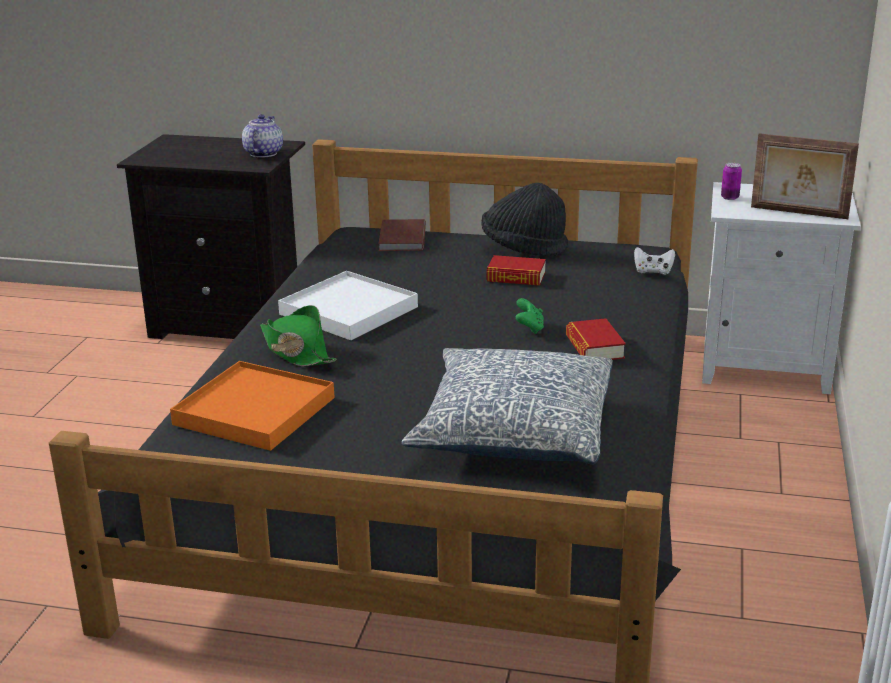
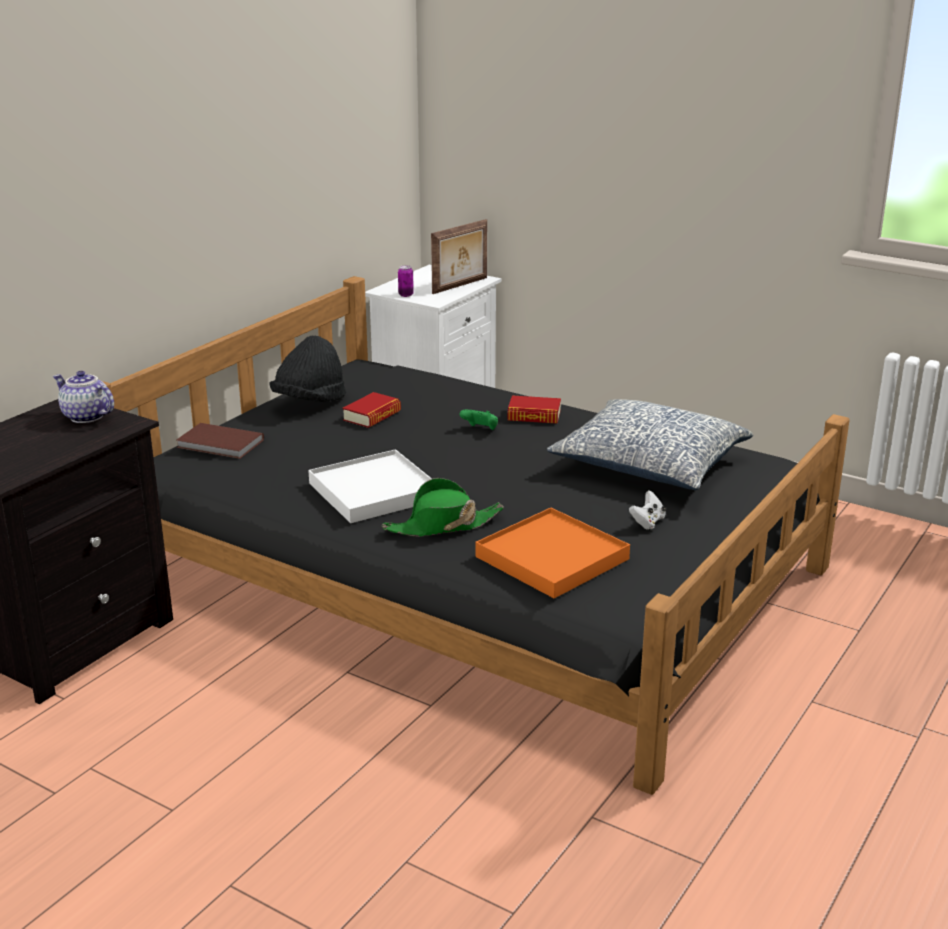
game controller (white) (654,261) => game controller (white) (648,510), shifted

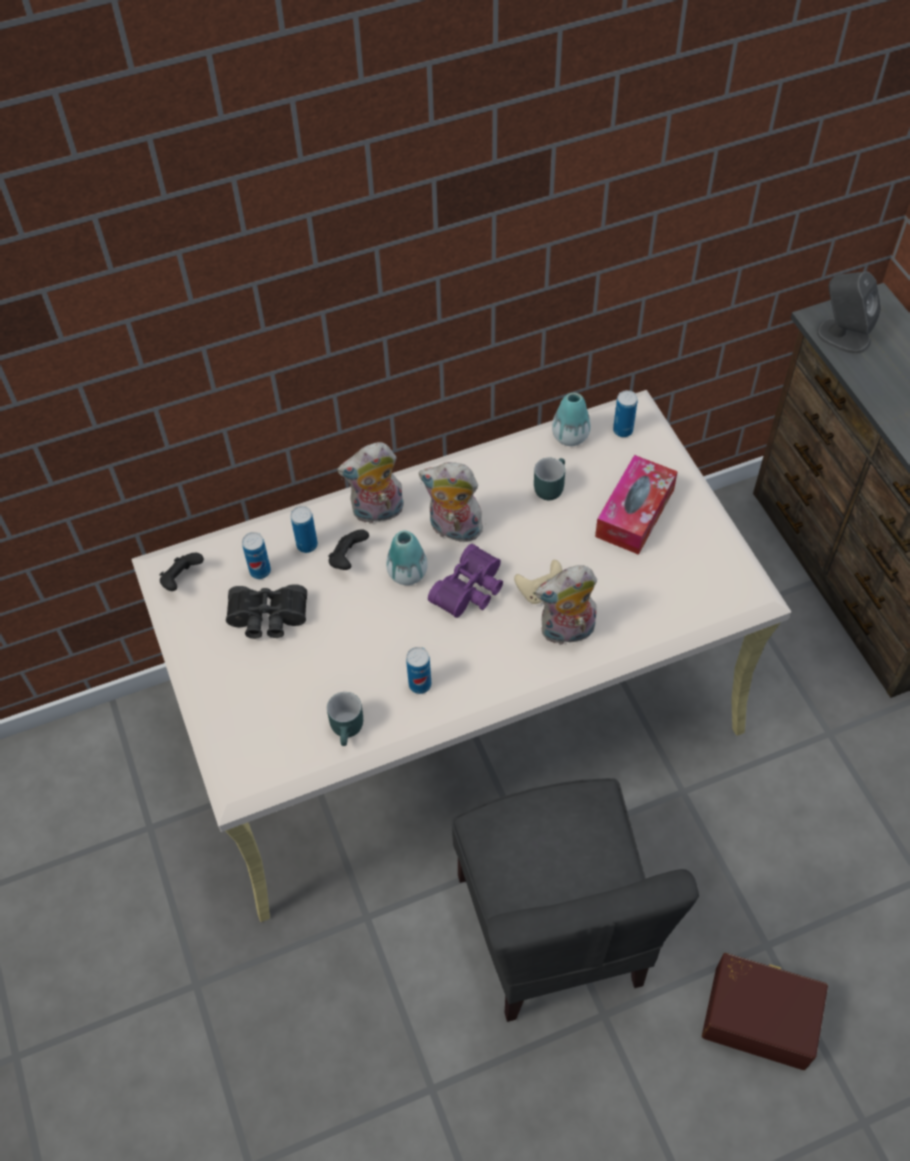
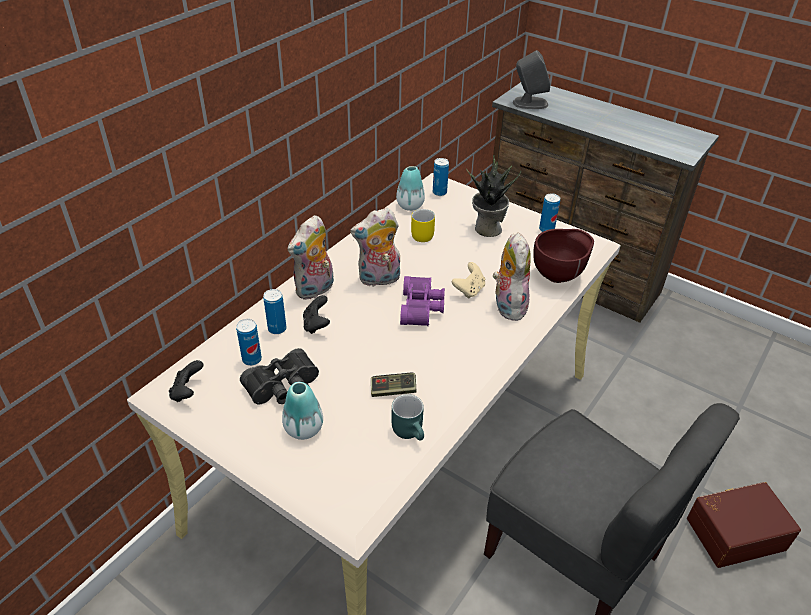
tissue box (636,505) => potted plant (493,196)
mug (turquoise-coloured) (549,479) => mug (yellowish) (423,225)
vase (407,558) => vase (302,411), shifted
cuddly toy (566,605) => cuddly toy (512,276), 135 degrees clockwise
sealed can (418,670) => sealed can (549,212), shifted
nothing => bowl (brownish) (563,256)
nothing => game controller (394,385)

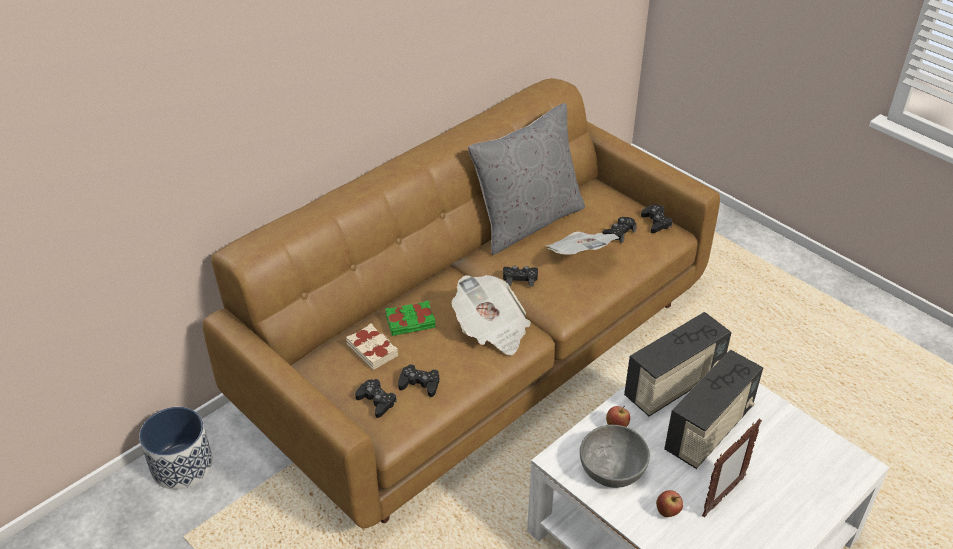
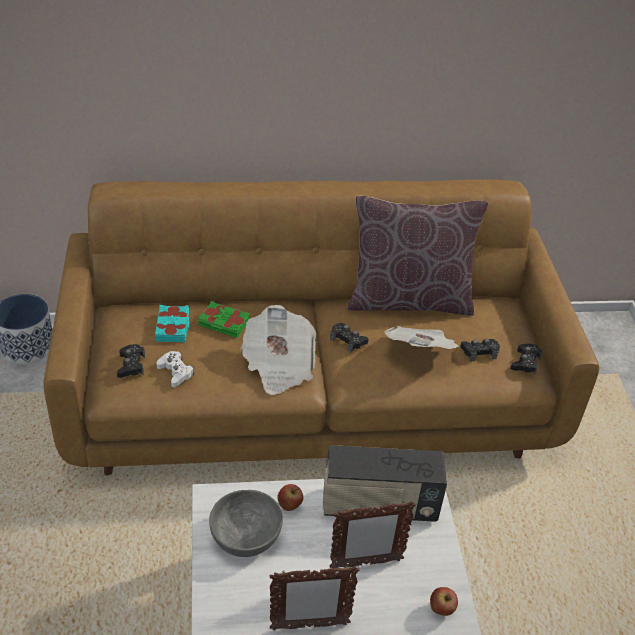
pillow (gray) (526,179) => pillow (brownish) (417,256)
bound book (sand-coloured) (372,347) => bound book (turquoise-coloured) (172,323)
radio (713,409) => picture frame (373,534)
game controller (blackish) (419,380) => game controller (white) (175,369)
apple (669,503) => apple (444,601), shifted

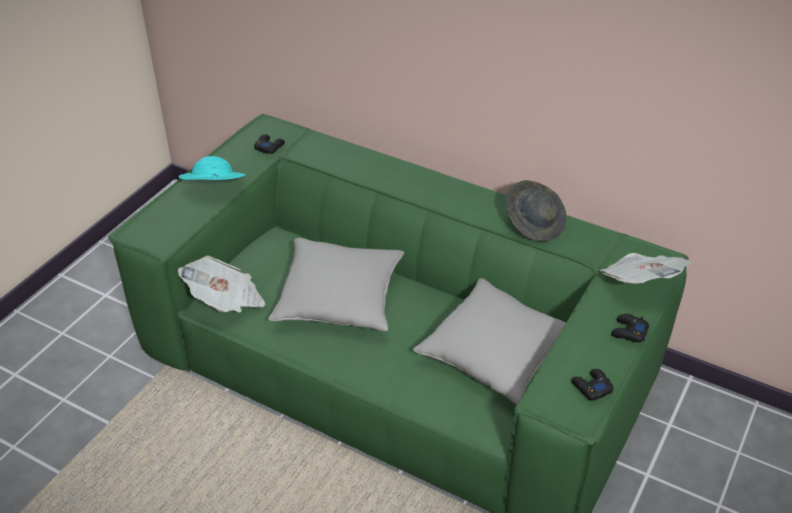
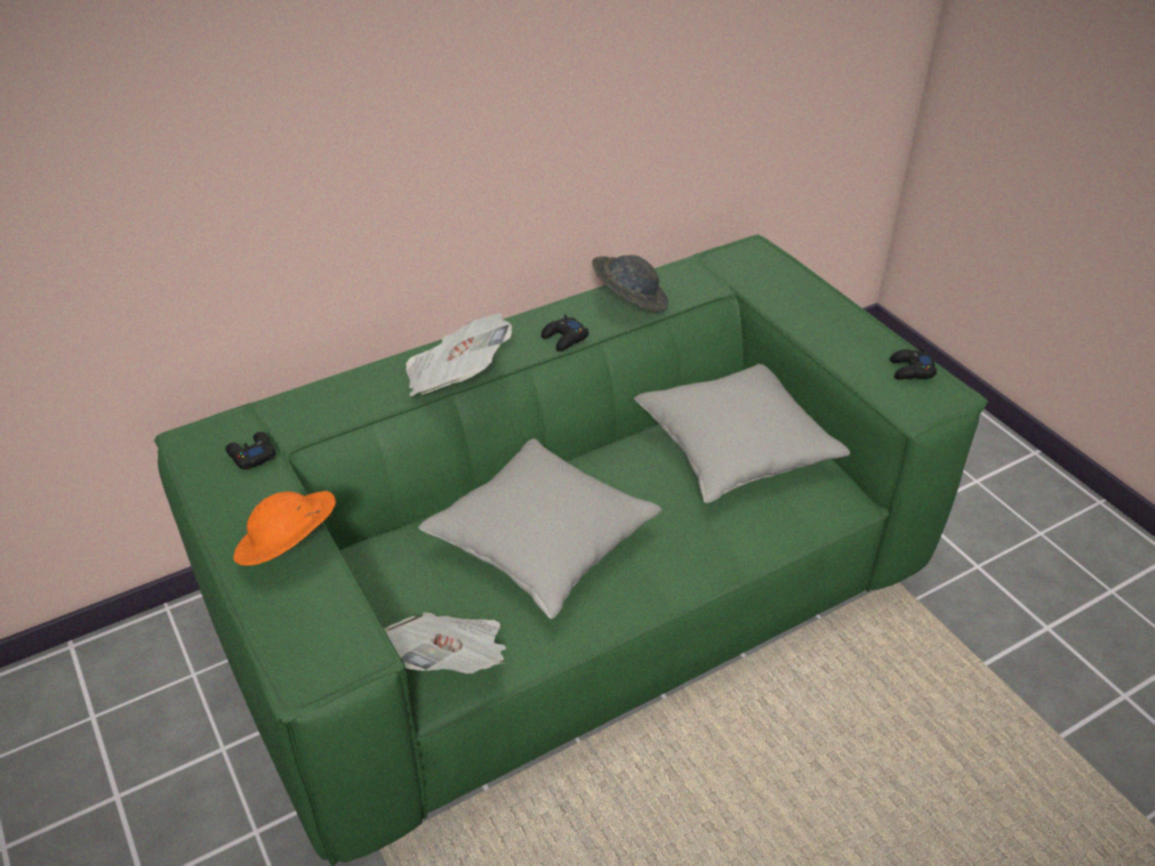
clothing hat (turquoise-coloured) (212,168) => clothing hat (orangey) (284,528)
printed paper (645,268) => printed paper (459,355), shifted
game controller (blackish) (630,328) => game controller (blackish) (565,333), shifted

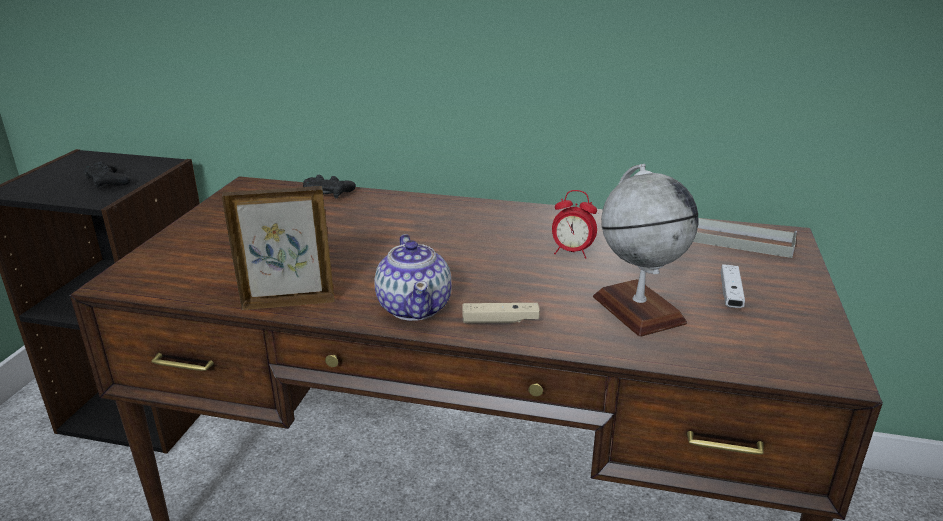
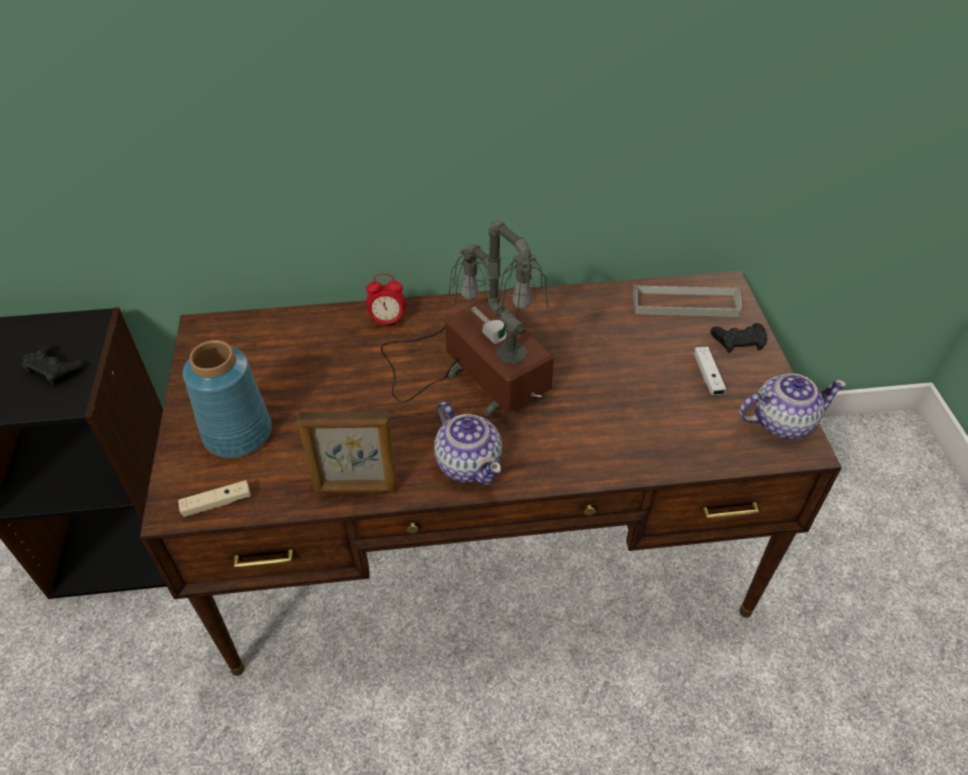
globe (645,250) => nothing
game controller (blackish) (329,187) => game controller (blackish) (738,338), shifted
picture frame (278,248) => picture frame (347,452), 150 degrees counterclockwise
table clock (574,224) => table clock (386,300), shifted
game controller (sand-coloured) (501,313) => game controller (sand-coloured) (214,498), shifted
nothing => table lamp (467,318)
nothing => vase (bluish) (227,399)
nothing => teapot (792,406)

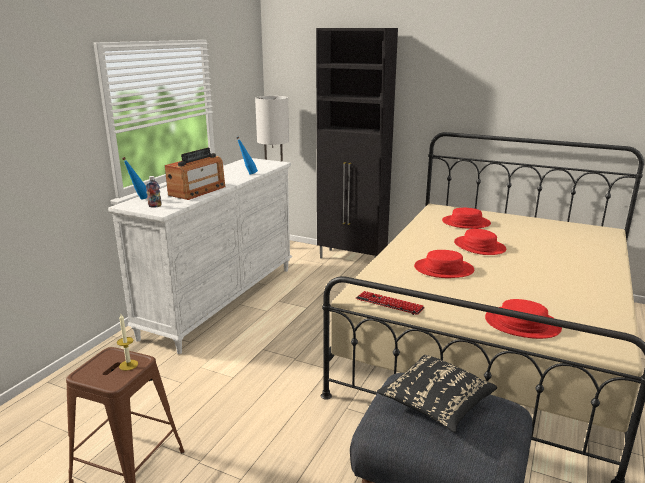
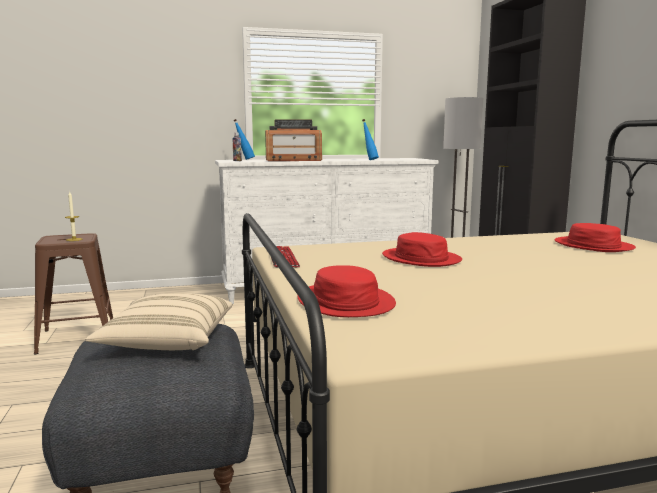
clothing hat (red-coloured) (480,242) => nothing
pillow (blackish) (437,394) => pillow (sand-coloured) (158,321)

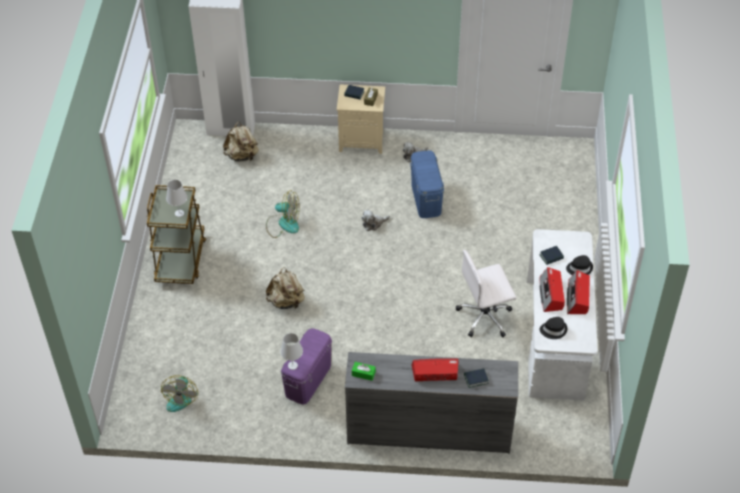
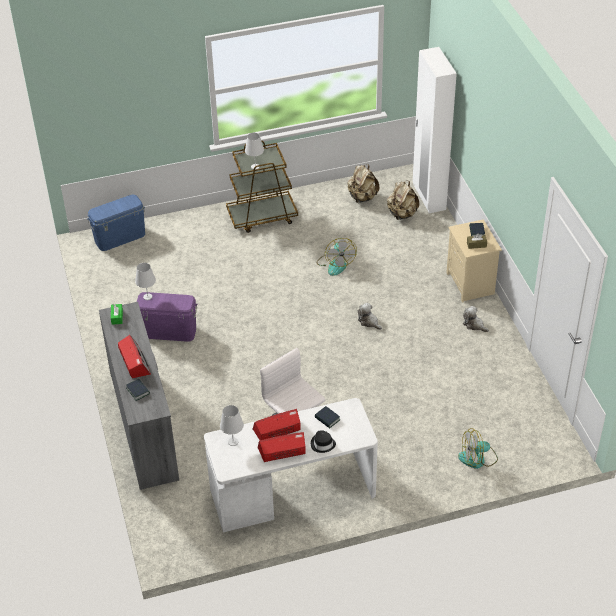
storage bin (bluish) (427,184) => storage bin (bluish) (116,222), shifted
knapsack (sand-coloured) (285,288) => knapsack (sand-coloured) (363,183), shifted
clothing hat (blackish) (553,328) => table lamp (white) (232,425)
cooling fan (179,393) => cooling fan (478,448), shifted

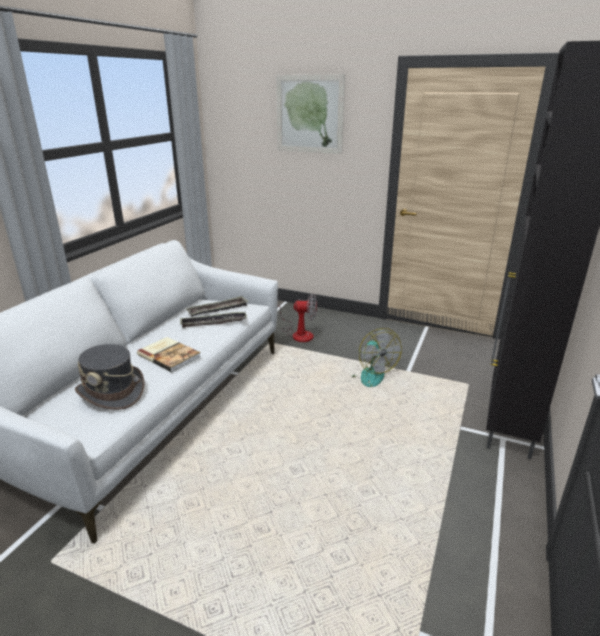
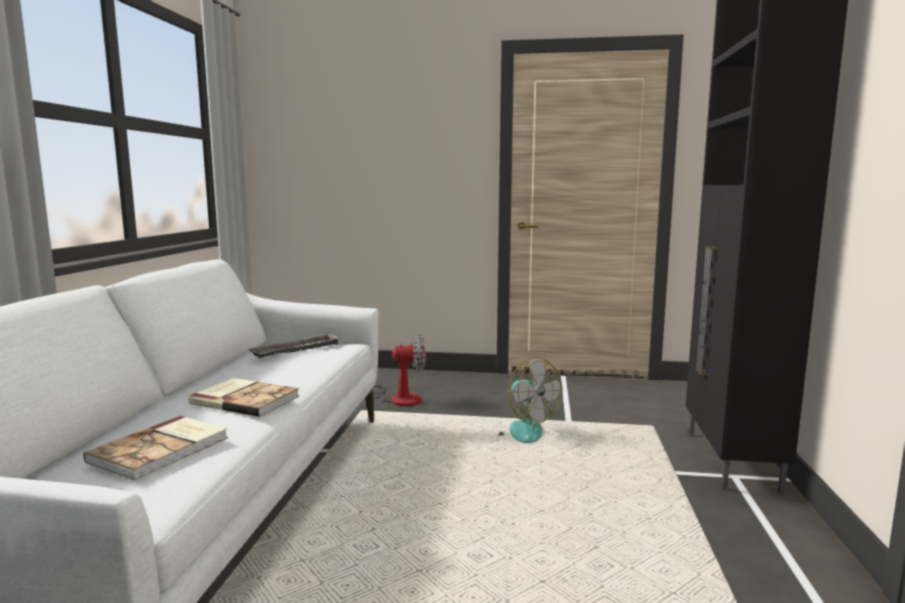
picture (310,114) => nothing
serving tray (213,320) => nothing
clothing hat (gray) (110,377) => bound book (156,448)

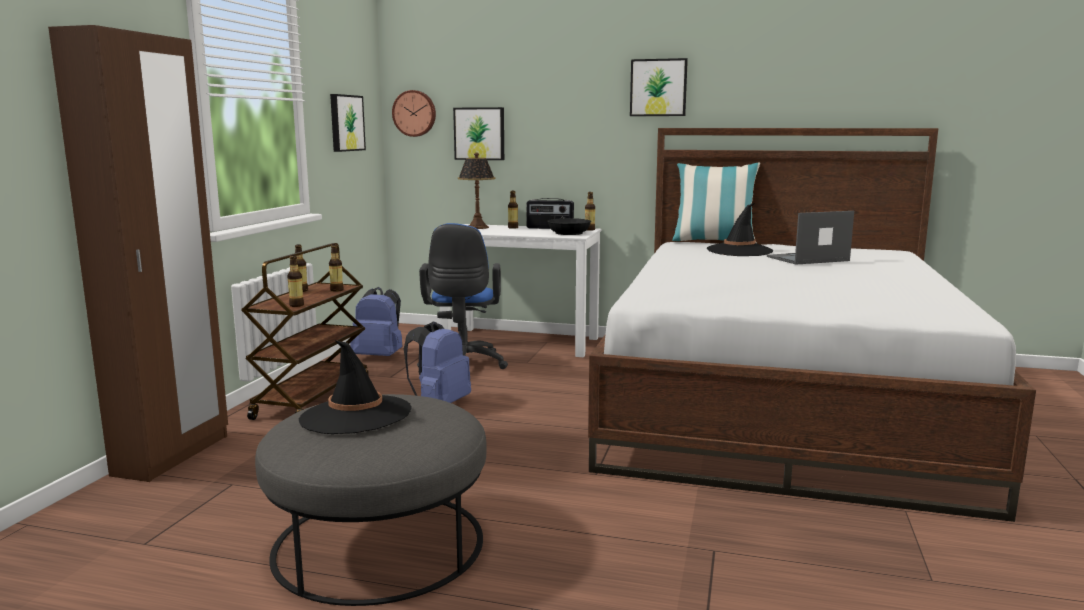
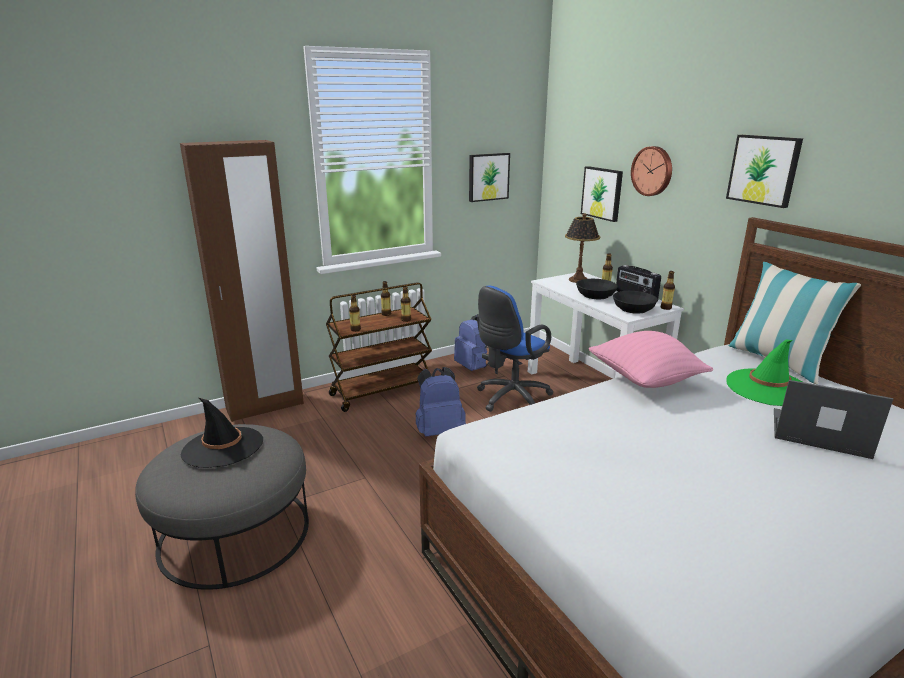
hanging clock (414,113) => hanging clock (651,171), shifted
clothing hat (blackish) (740,229) => clothing hat (green) (764,373)
nothing => bowl (blackish) (597,289)
nothing => pillow (pinkish) (651,359)

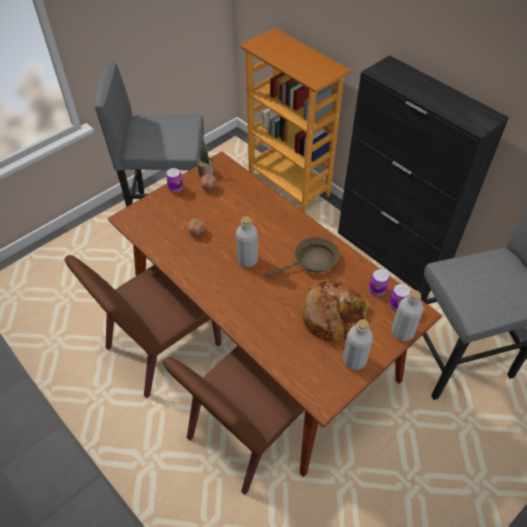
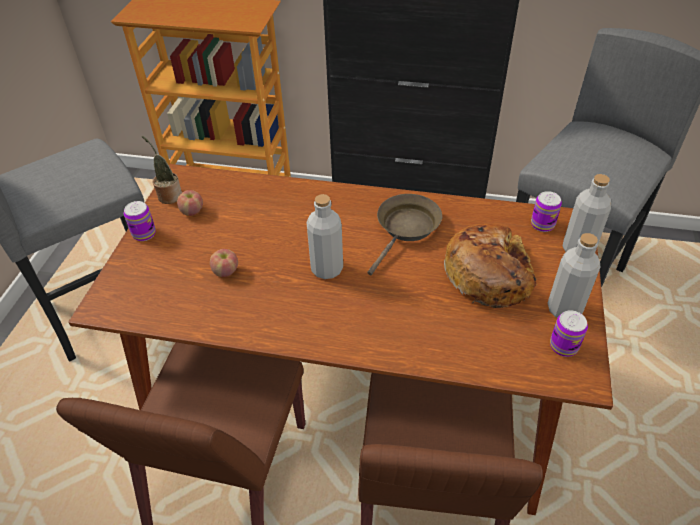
sealed can (379,283) => sealed can (569,333), shifted

